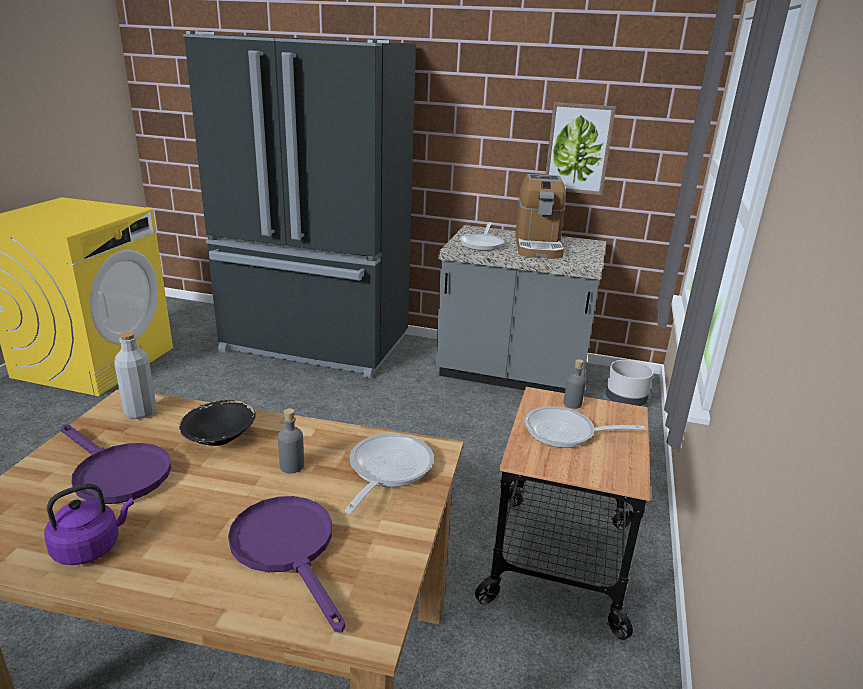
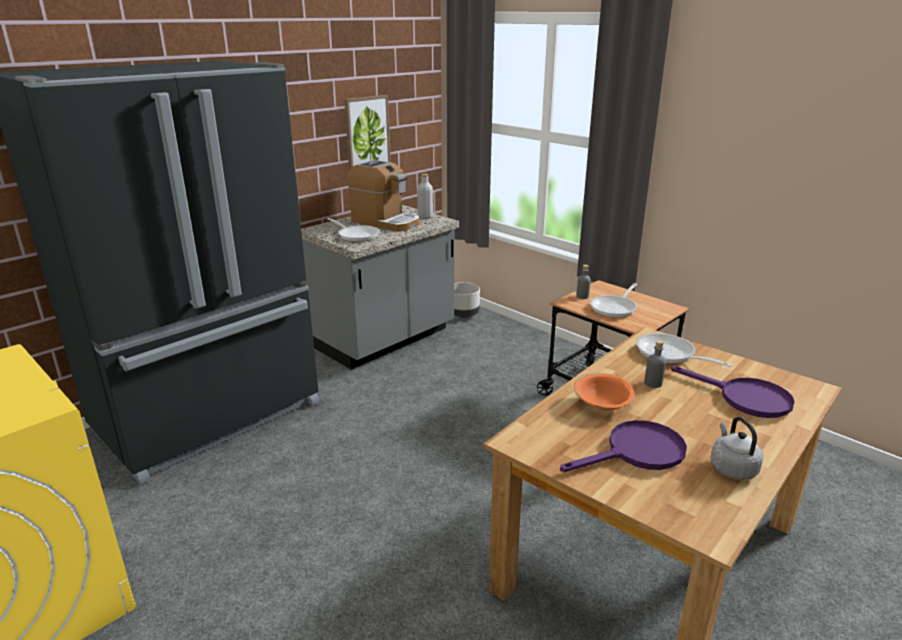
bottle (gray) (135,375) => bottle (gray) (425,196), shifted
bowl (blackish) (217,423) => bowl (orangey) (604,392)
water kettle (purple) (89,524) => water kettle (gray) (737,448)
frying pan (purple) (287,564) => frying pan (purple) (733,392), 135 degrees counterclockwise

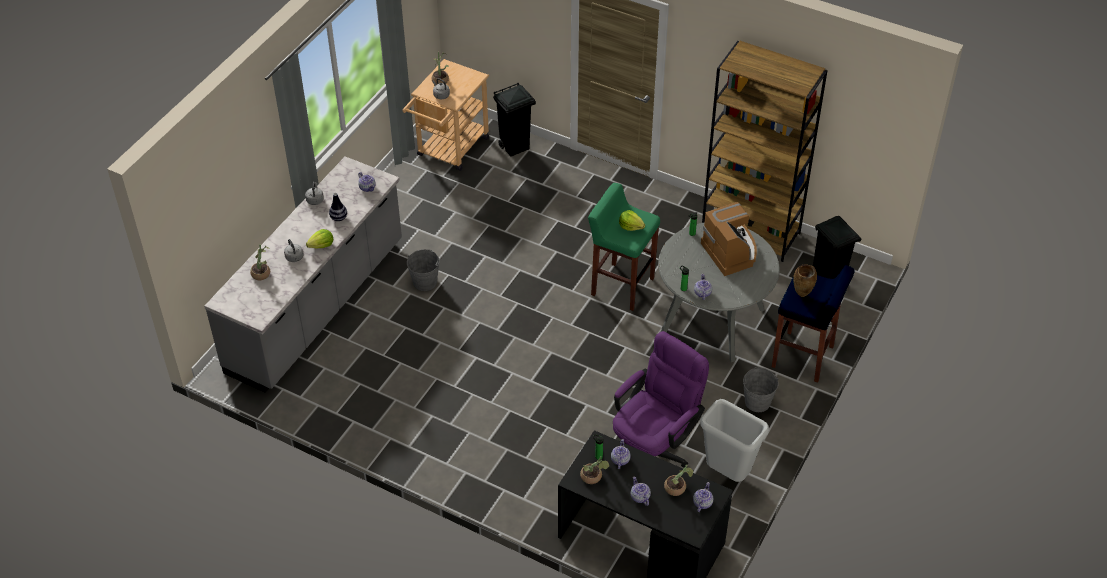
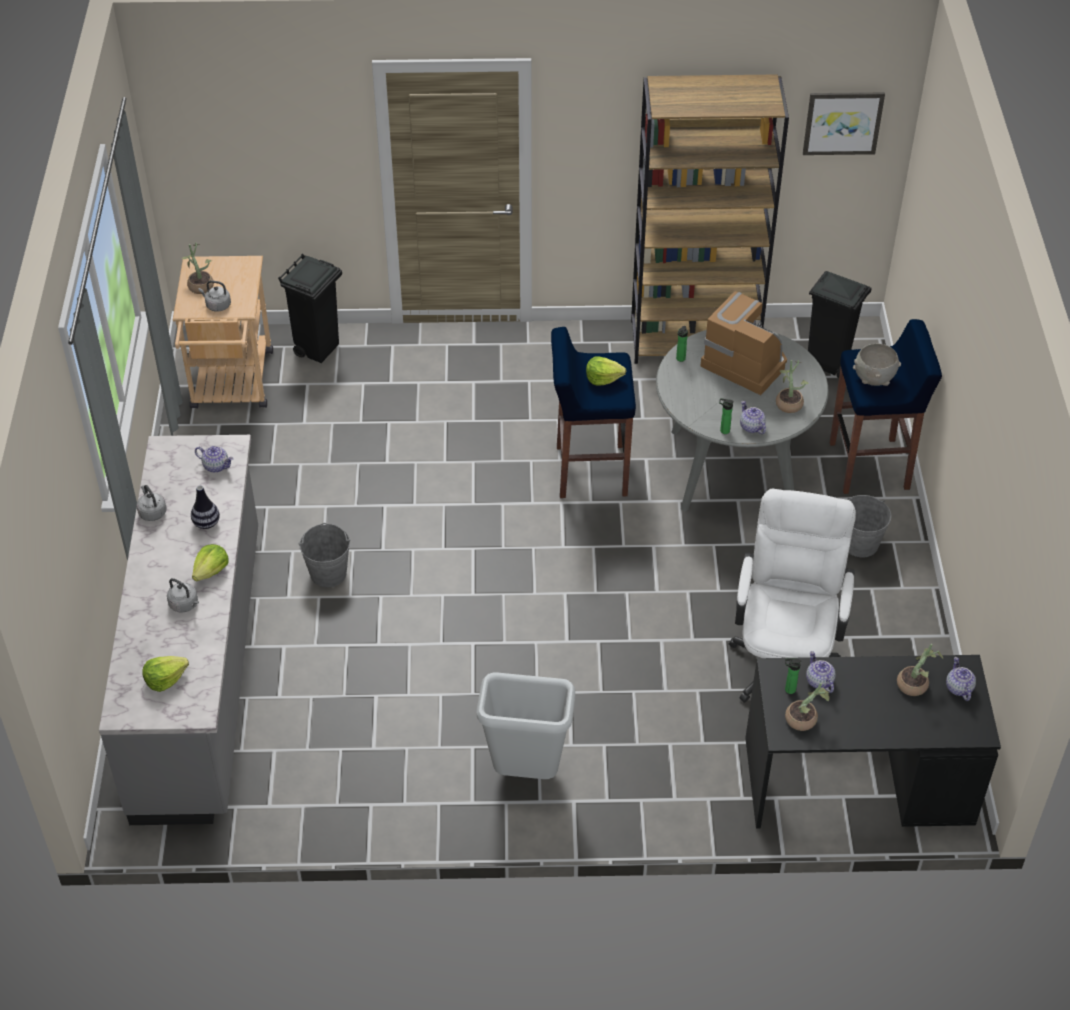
stool seat (green) (624,247) => stool seat (bluish) (593,412)
potted plant (260,262) => potted plant (792,386), shifted
vase (brownish) (805,280) => bowl (gray) (877,365)
computer chair (purple) (661,399) => computer chair (white) (792,595)
trash can (gray) (734,440) => trash can (gray) (526,725), shifted
teapot (641,491) => nothing
nothing => picture (844,123)
nothing => lettuce (165,674)

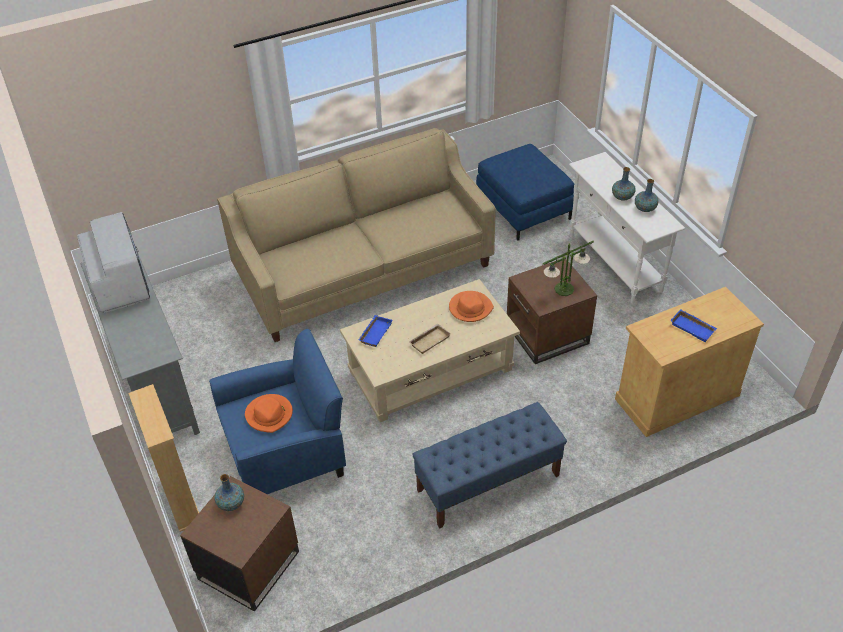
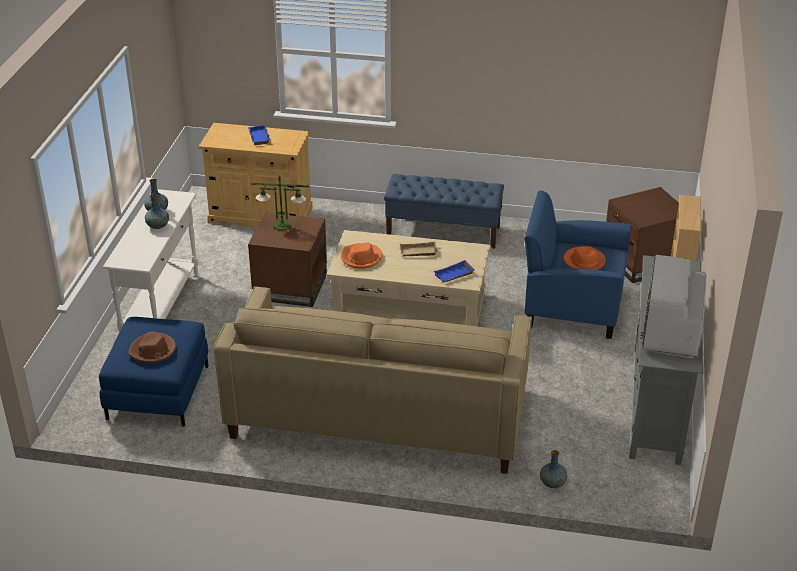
vase (229,492) => vase (553,469), shifted
nothing => clothing hat (brownish) (152,347)

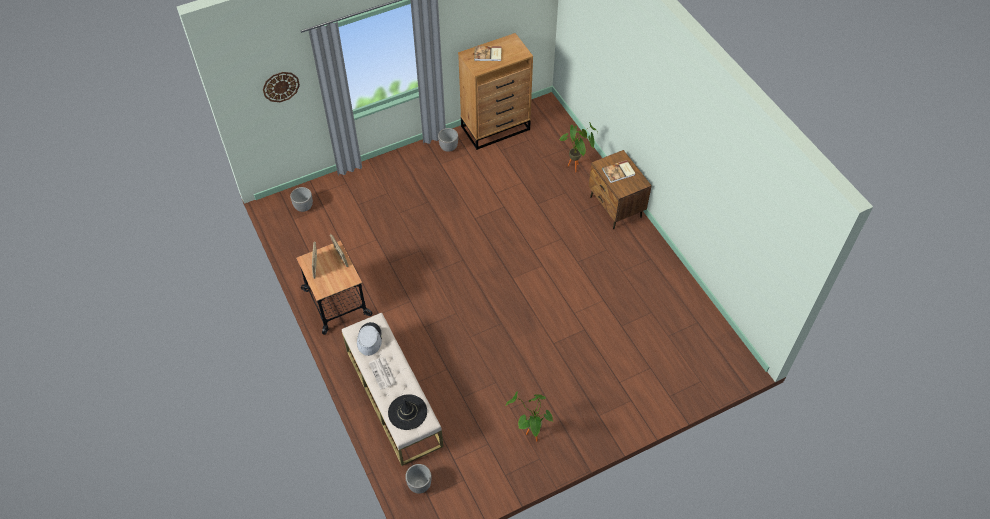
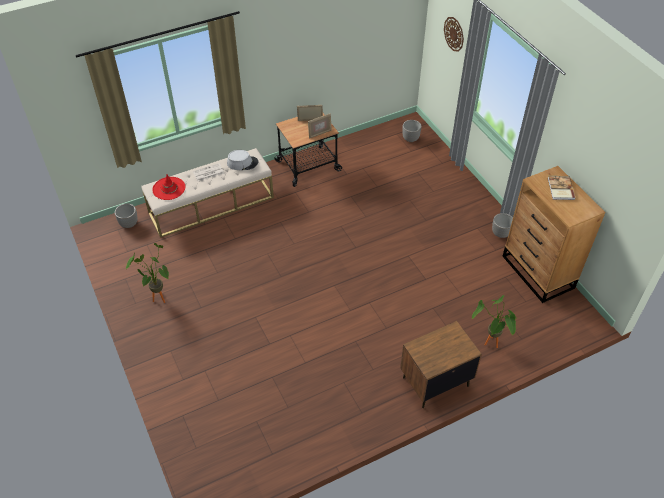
bound book (619,171) => nothing
clothing hat (blackish) (407,412) => clothing hat (red-coloured) (168,187)

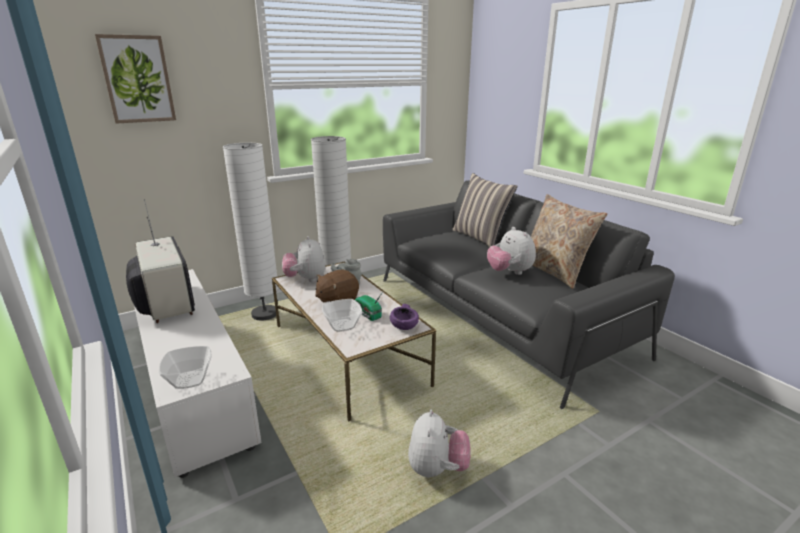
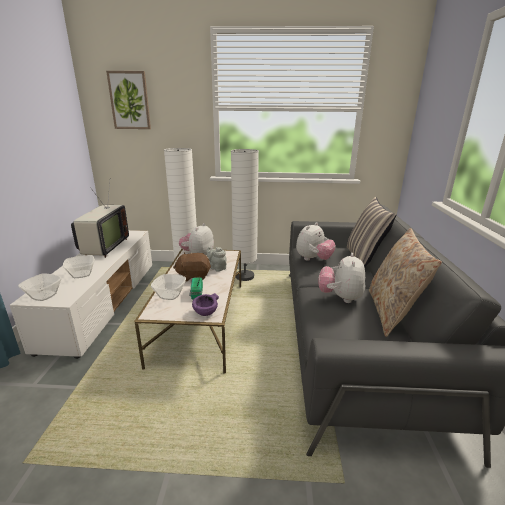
cuddly toy (439,443) => cuddly toy (316,241), shifted
nothing => bowl (79,266)

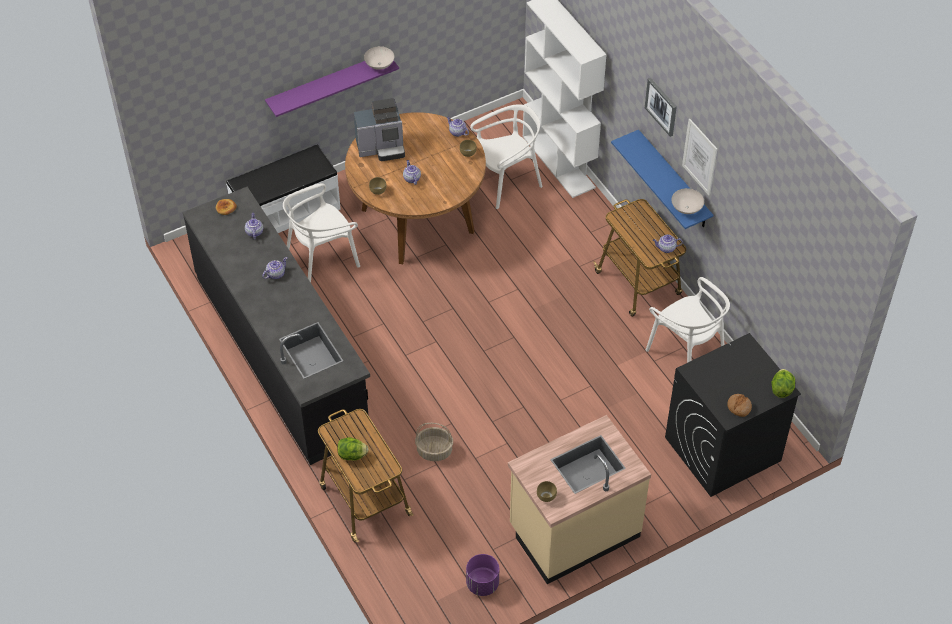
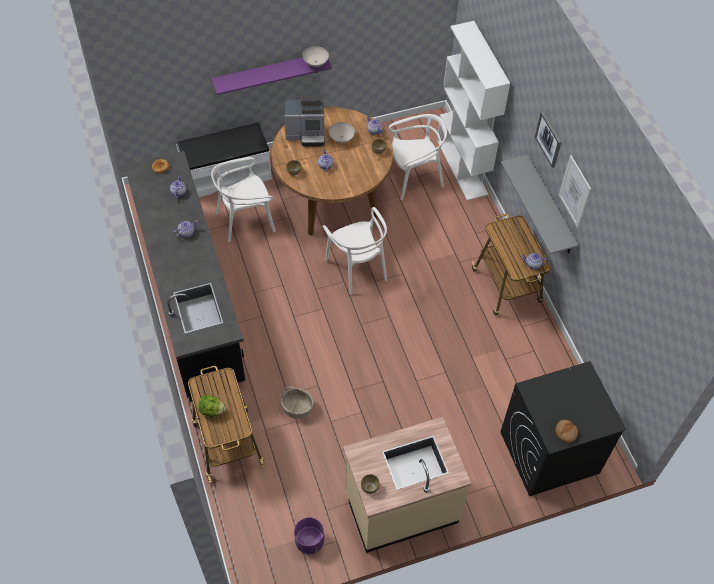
bracket shelf (bluish) (662,179) => bracket shelf (gray) (539,204)
bowl (white) (687,201) => bowl (white) (342,132), shifted
upright chair (white) (687,320) => upright chair (white) (354,251), shifted
lettuce (783,383) => nothing

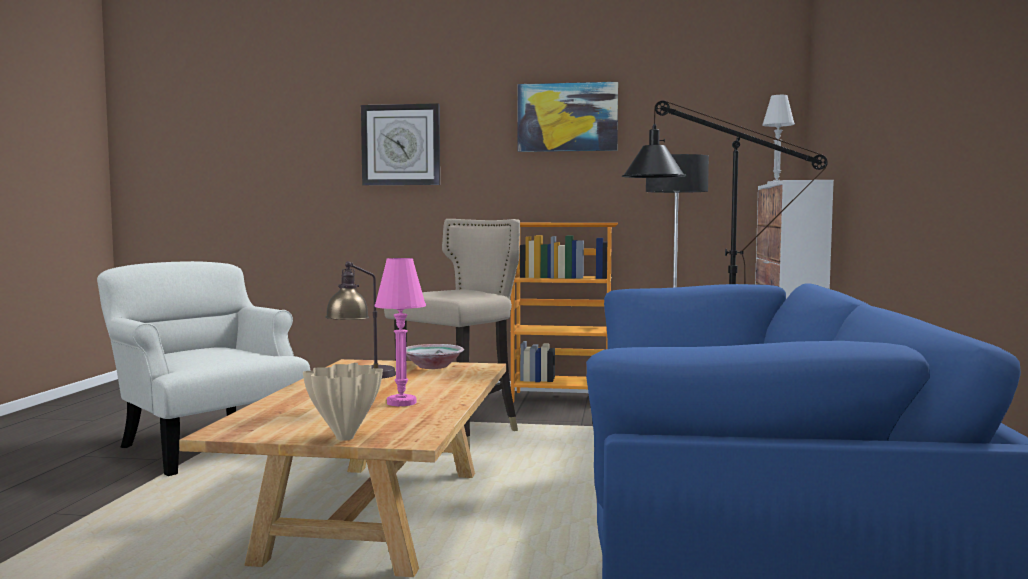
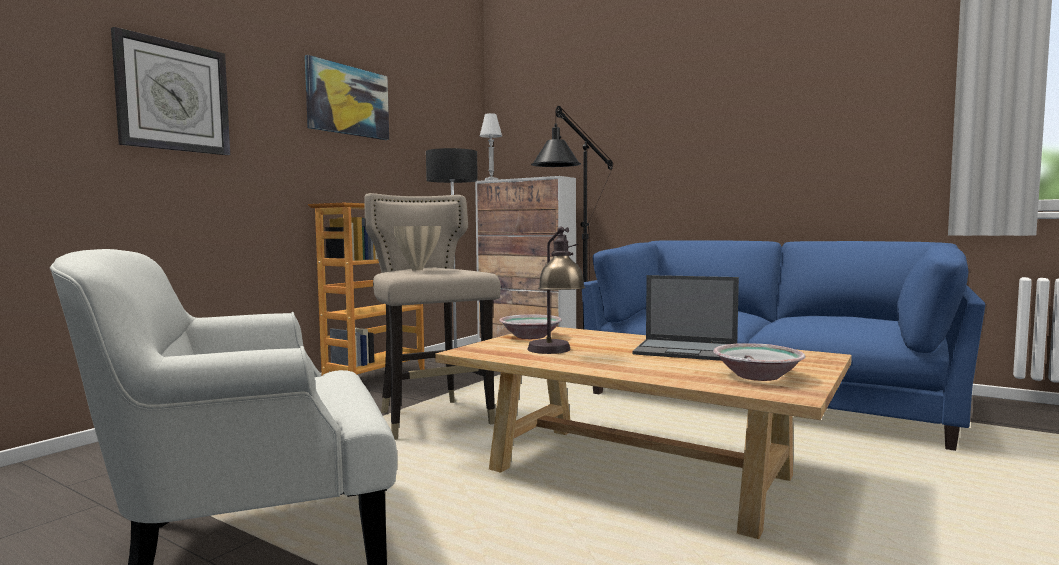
table lamp (pinkish) (400,332) => portable computer (685,318)
vase (sand-coloured) (343,402) => vase (sand-coloured) (417,248), shifted
nothing => bowl (759,362)

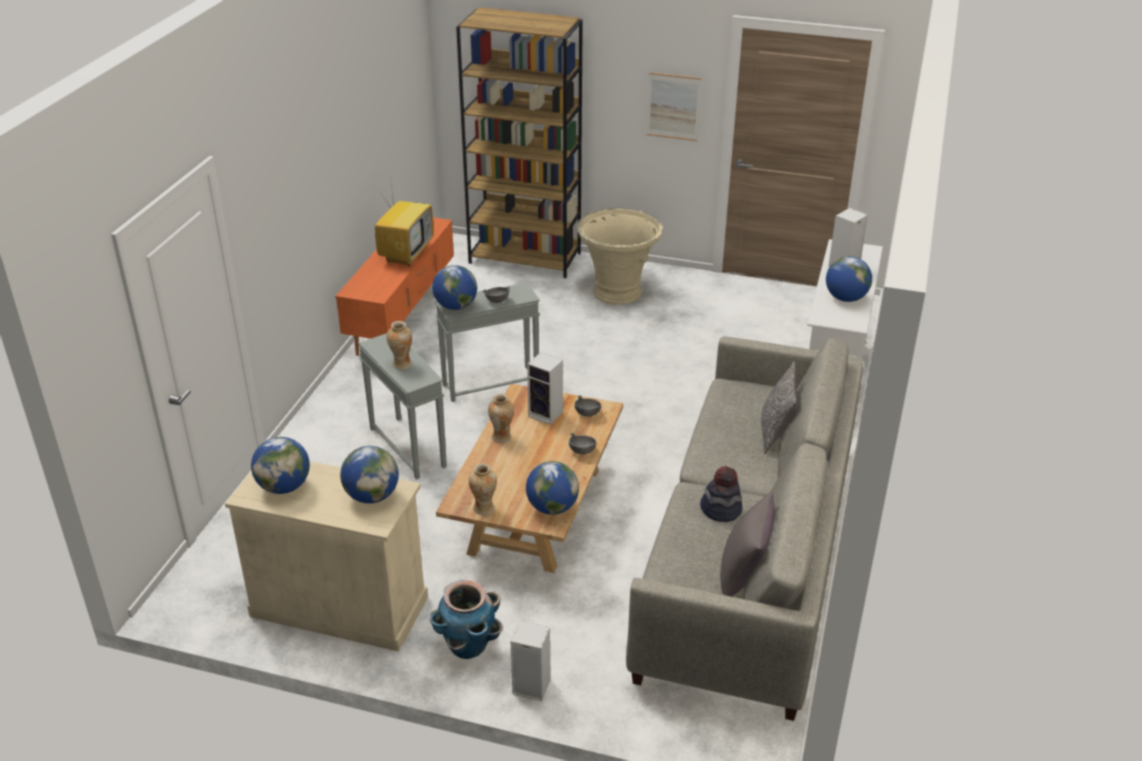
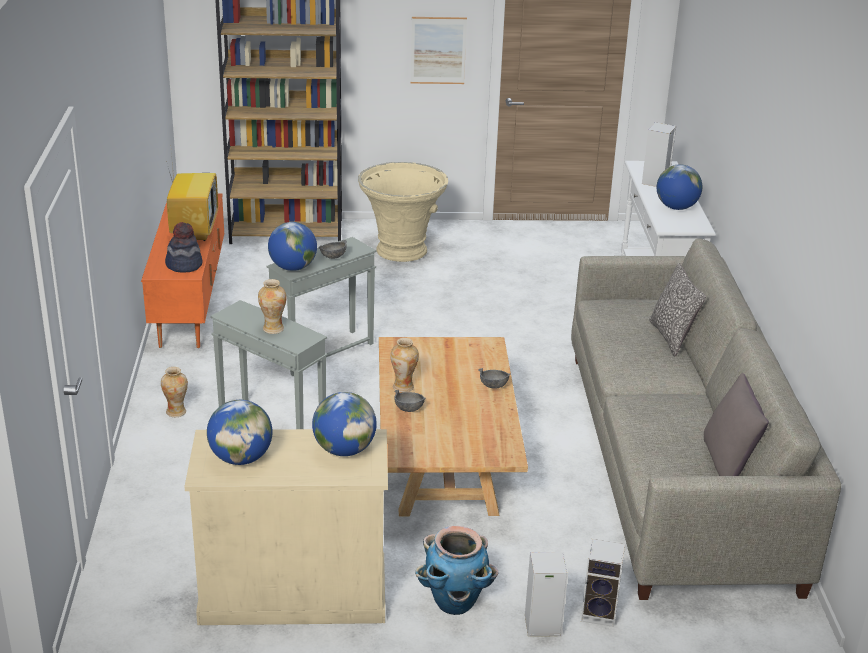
loudspeaker (545,388) => loudspeaker (603,583), shifted
bowl (gray) (587,406) => bowl (gray) (409,400), shifted
globe (552,488) => nothing
vase (483,489) => vase (174,392), shifted
clothing hat (721,494) => clothing hat (184,247), shifted

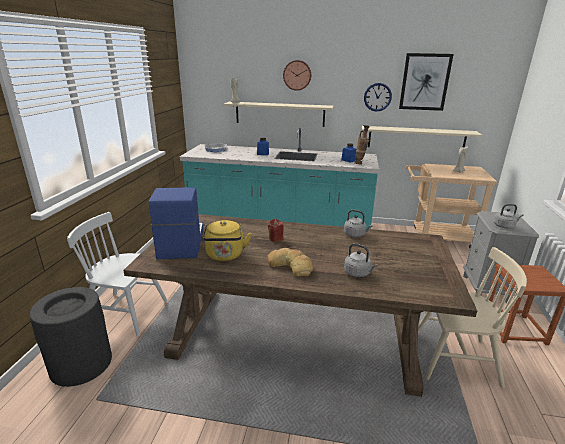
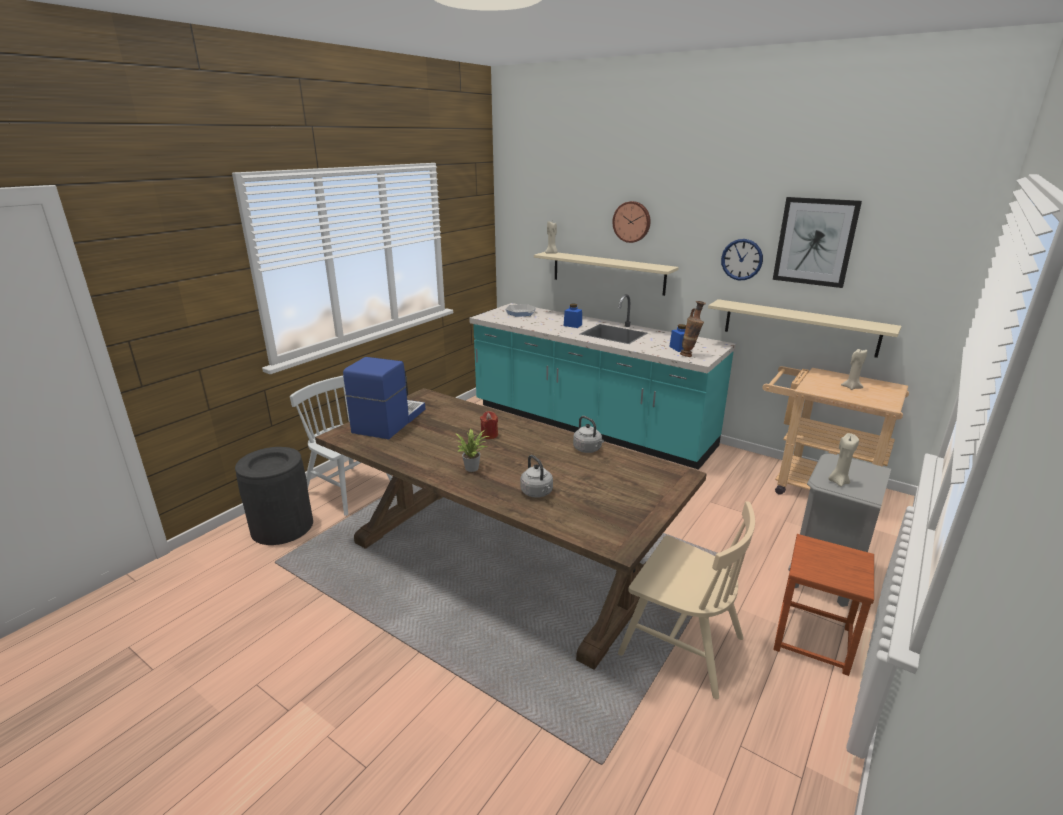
water kettle (gray) (508,216) => candle (sand-coloured) (843,460)
water kettle (yellowish) (227,240) => nothing
bread (290,262) => potted plant (472,450)

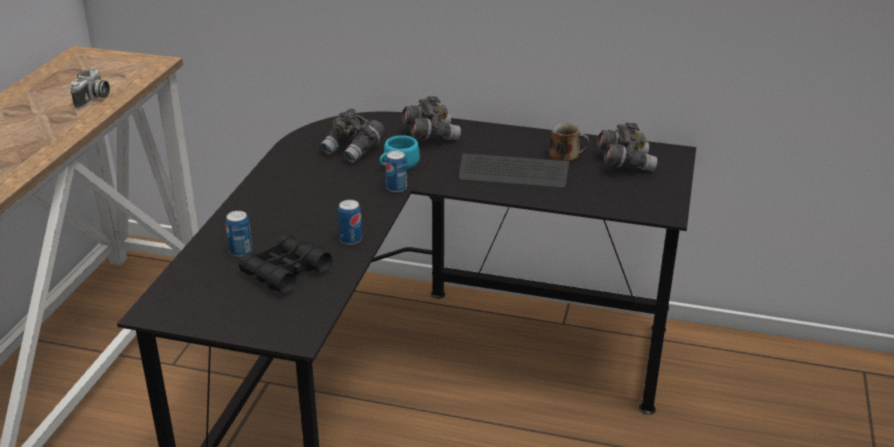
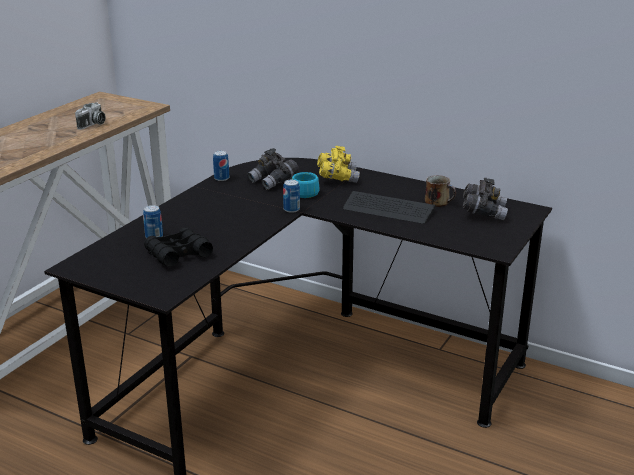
field glasses (gray) (431,118) => field glasses (yellowish) (338,164)
sealed can (350,222) => sealed can (221,166), shifted

